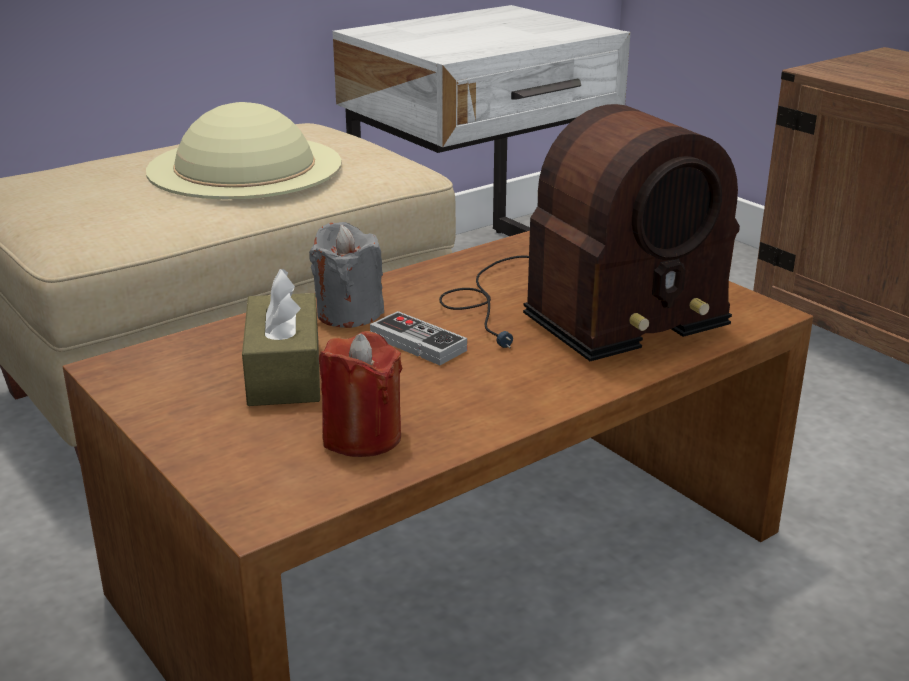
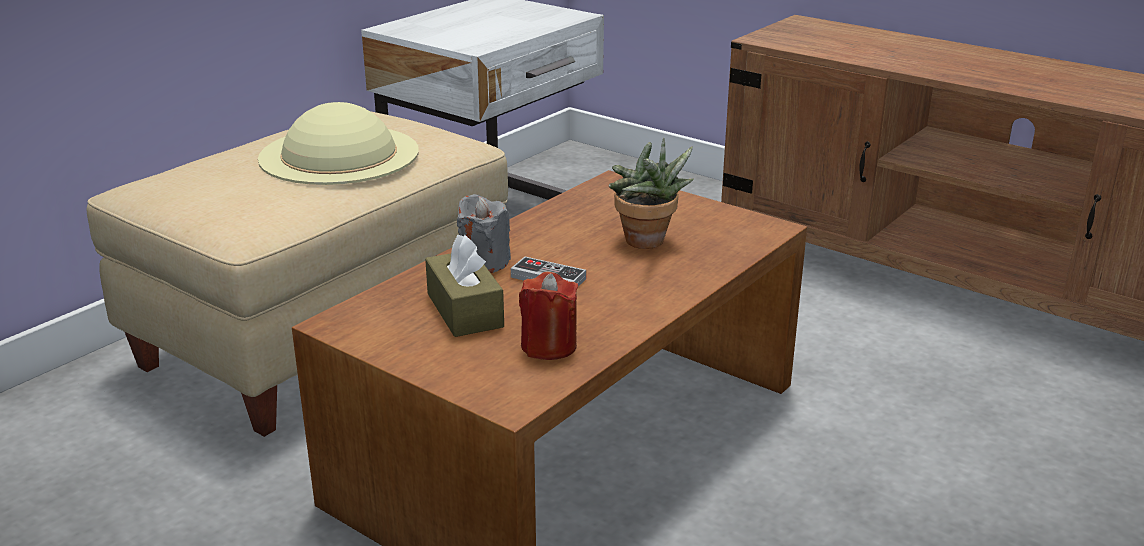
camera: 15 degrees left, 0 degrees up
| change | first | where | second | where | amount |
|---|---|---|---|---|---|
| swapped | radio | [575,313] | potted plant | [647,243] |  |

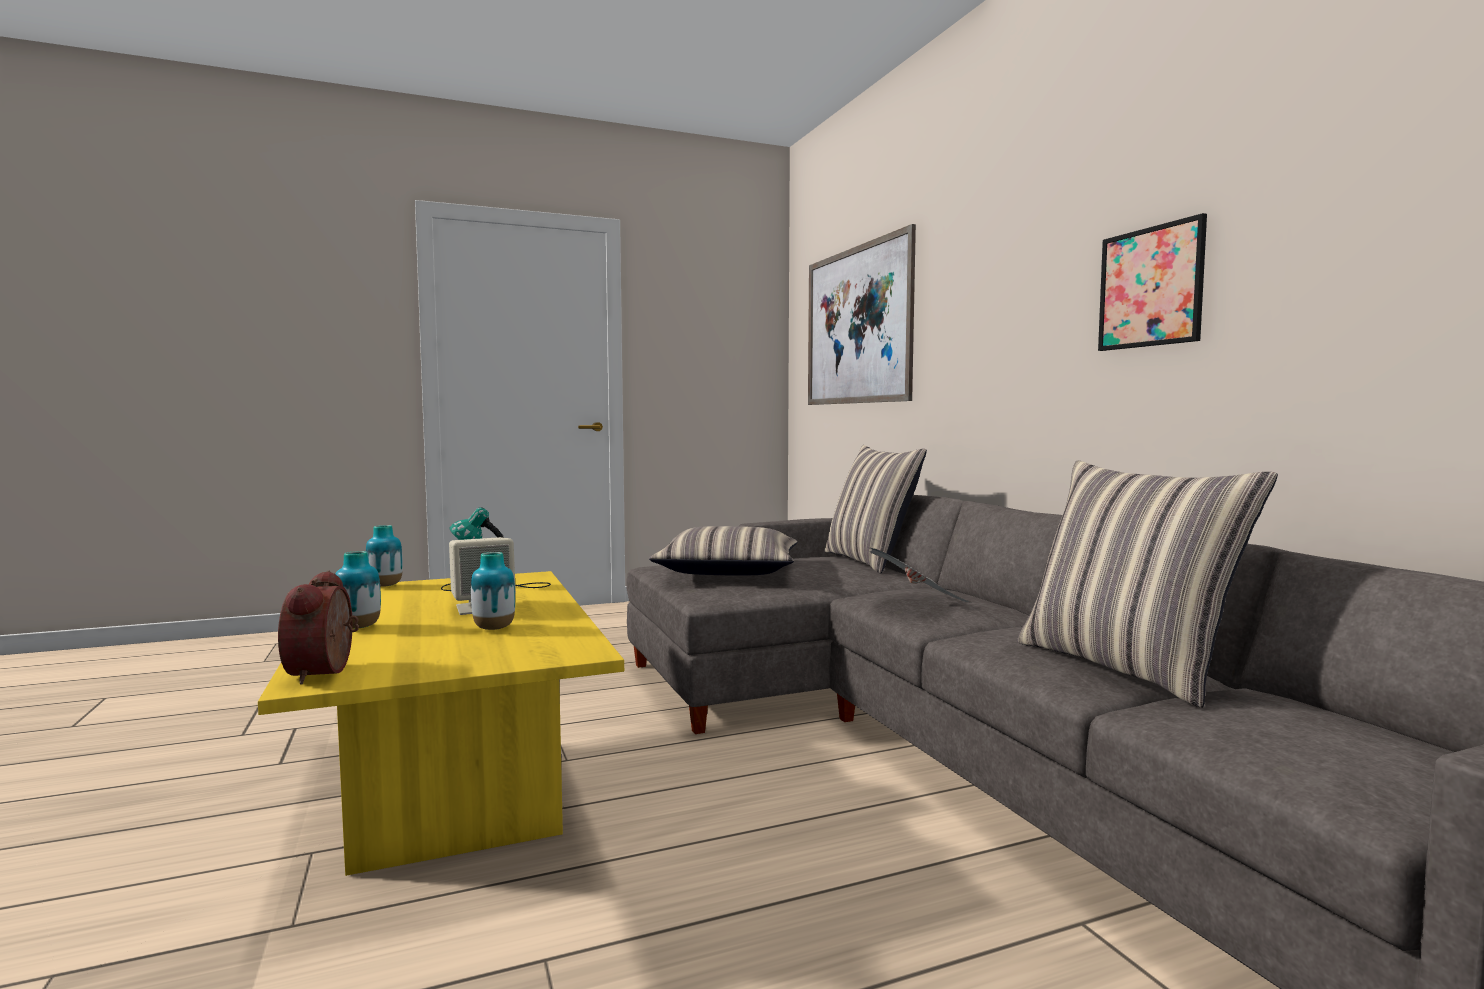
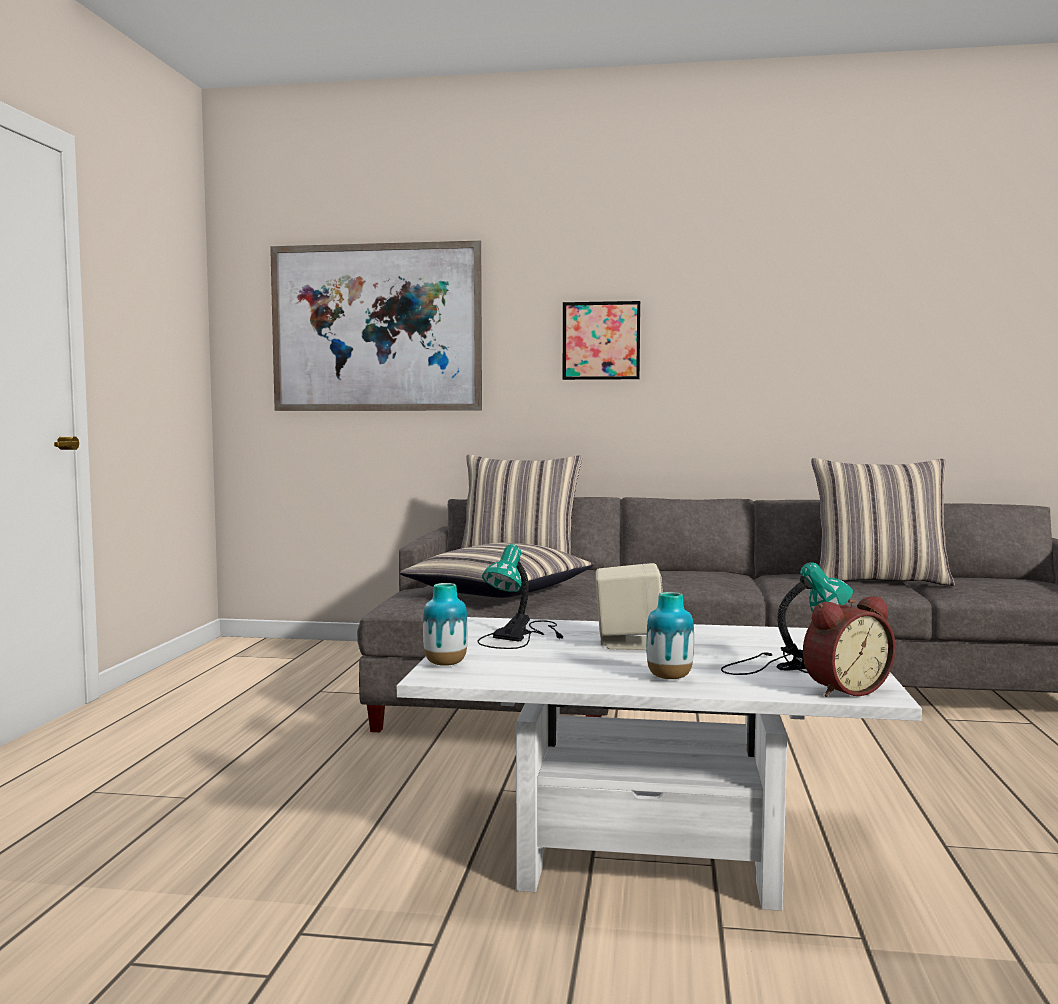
camera: 60 degrees left, 0 degrees up
| change | first | where | second | where | amount |
|---|---|---|---|---|---|
| gone | vase | [494,628] |  |  |  |
| gone | newspaper | [918,602] |  |  |  |
| new |  |  | table lamp | [793,666] |  |
| shifted | picture | [1150,287] |  | [601,340] |  |
| repainted | yellow coffee table | [455,798] | white coffee table | [648,851] |  |
| rotated | alarm clock | [326,672] |  | [843,689] | 45 degrees counterclockwise |

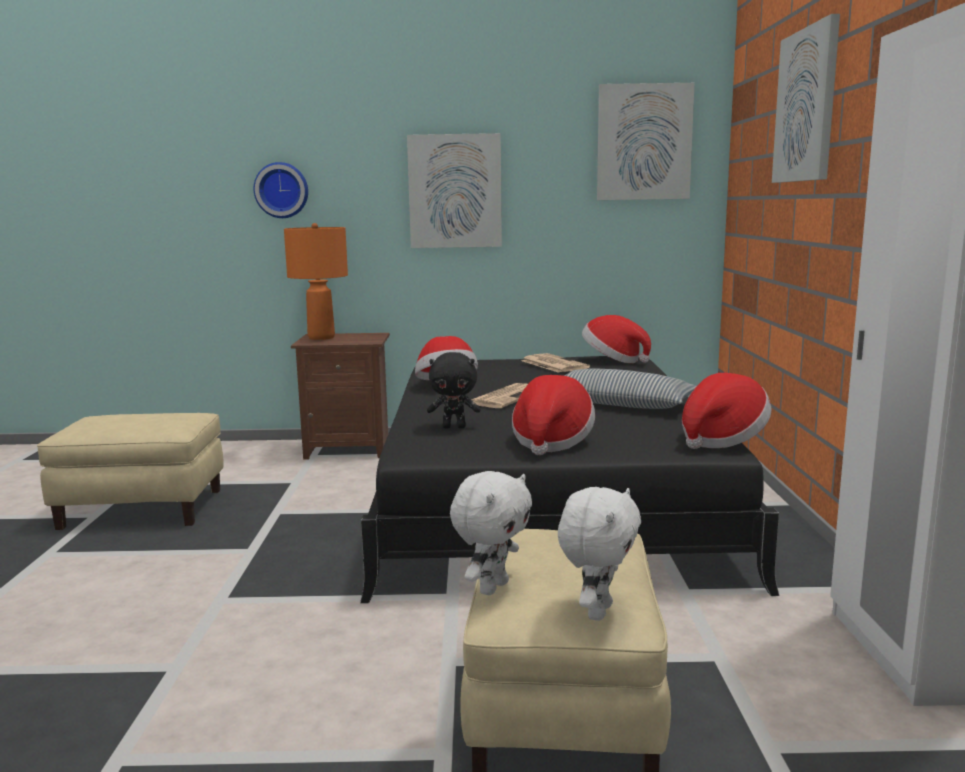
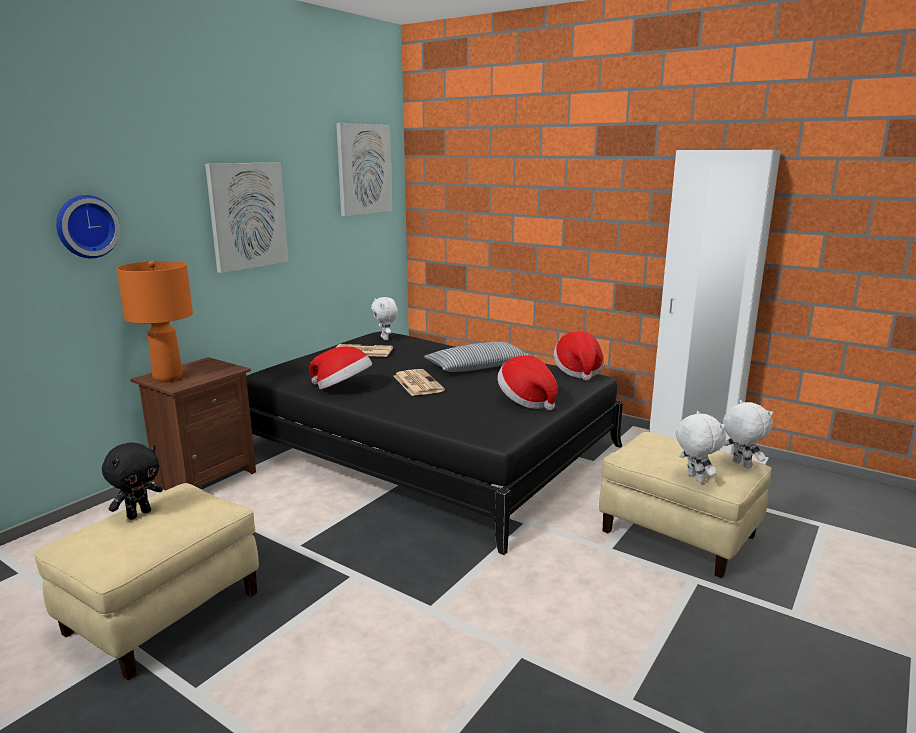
camera: 55 degrees left, 5 degrees up
| change | first | where | second | where | amount |
|---|---|---|---|---|---|
| gone | picture | [807,106] |  |  |  |
| shifted | black plush toy | [454,427] |  | [139,514] |  |
| swapped | hat | [613,360] | white plush toy | [385,338] |  |

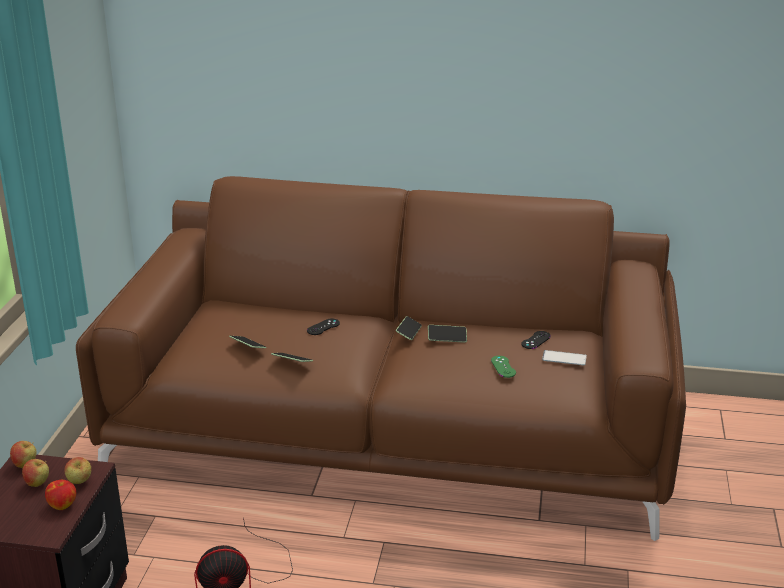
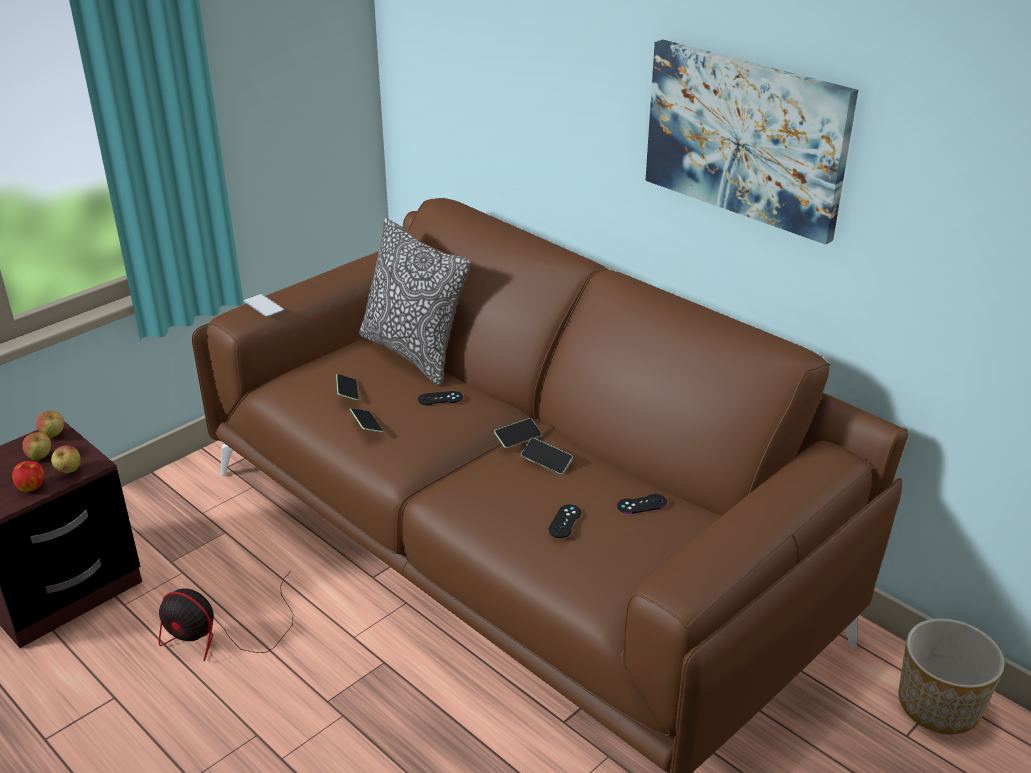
camera: 35 degrees right, 5 degrees up
| change | first | where | second | where | amount |
|---|---|---|---|---|---|
| new |  |  | pillow | [413,353] |  |
| new |  |  | picture | [746,137] |  |
| new |  |  | planter | [939,705] |  |
| shifted | phone | [564,358] |  | [263,305] |  |
| repainted | green game controller | [503,367] | black game controller | [565,521] |  |

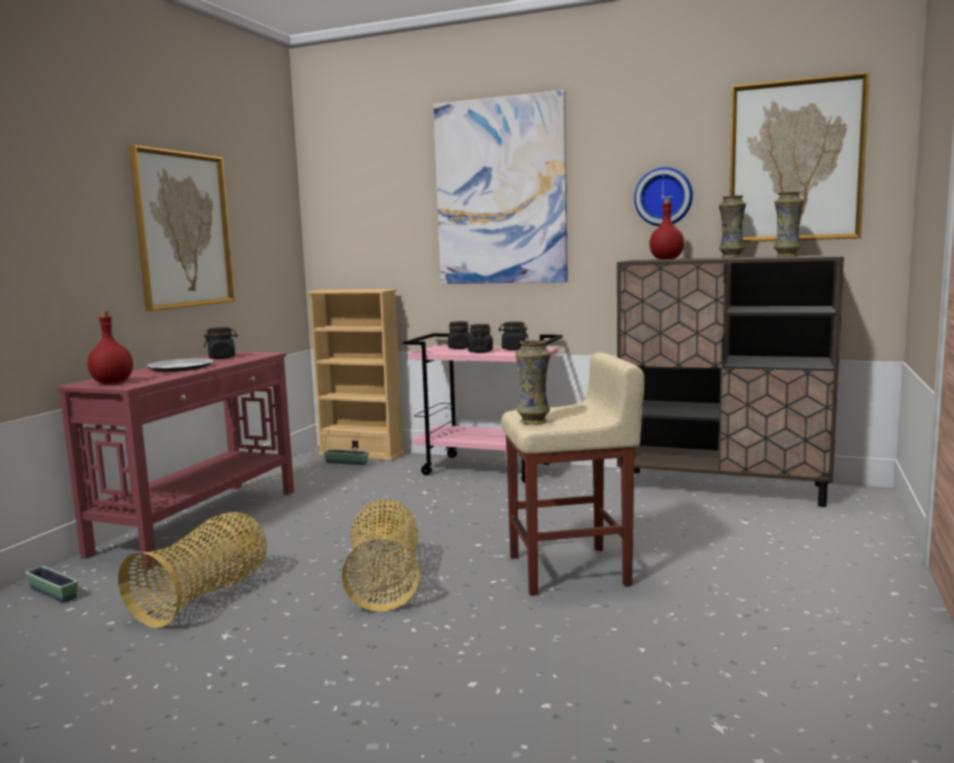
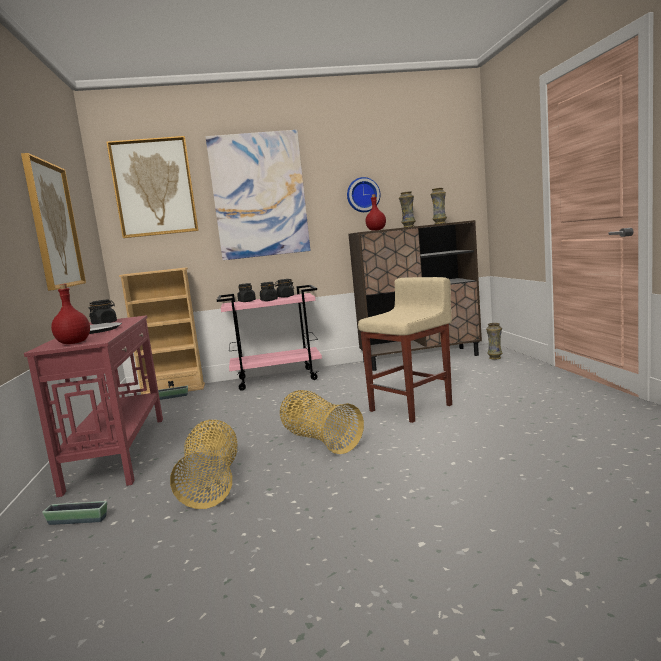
camera: 30 degrees left, 0 degrees up
| change | first | where | second | where | amount |
|---|---|---|---|---|---|
| shifted | vase | [534,421] |  | [495,358] |  |
| shifted | picture | [795,161] |  | [154,187] |  |

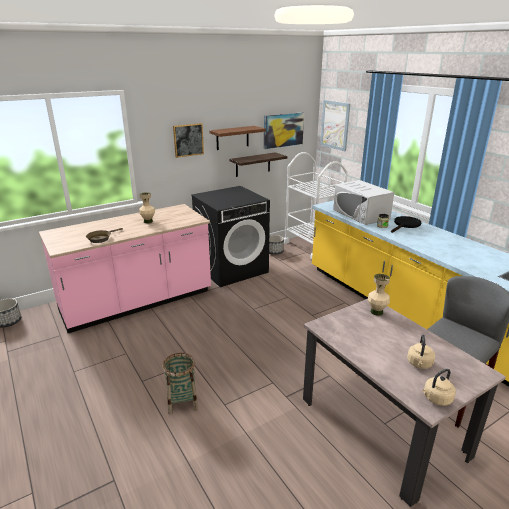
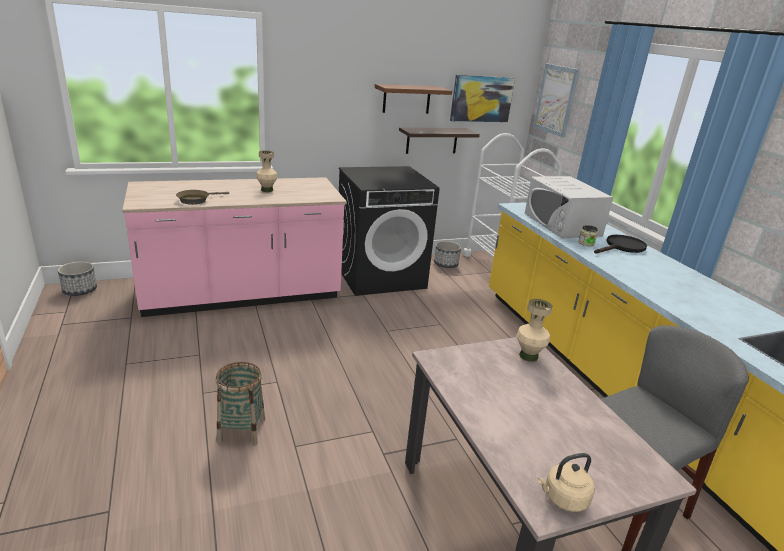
camera: 10 degrees right, 0 degrees up
| change | first | where | second | where | amount |
|---|---|---|---|---|---|
| gone | picture | [188,140] |  |  |  |
| gone | beige kettle | [419,364] |  |  |  |

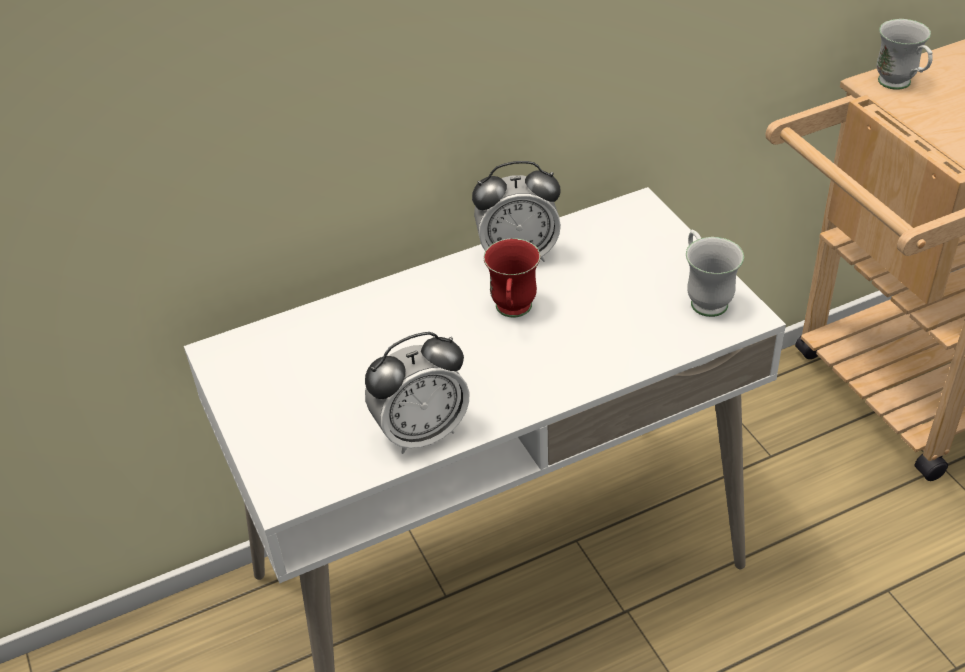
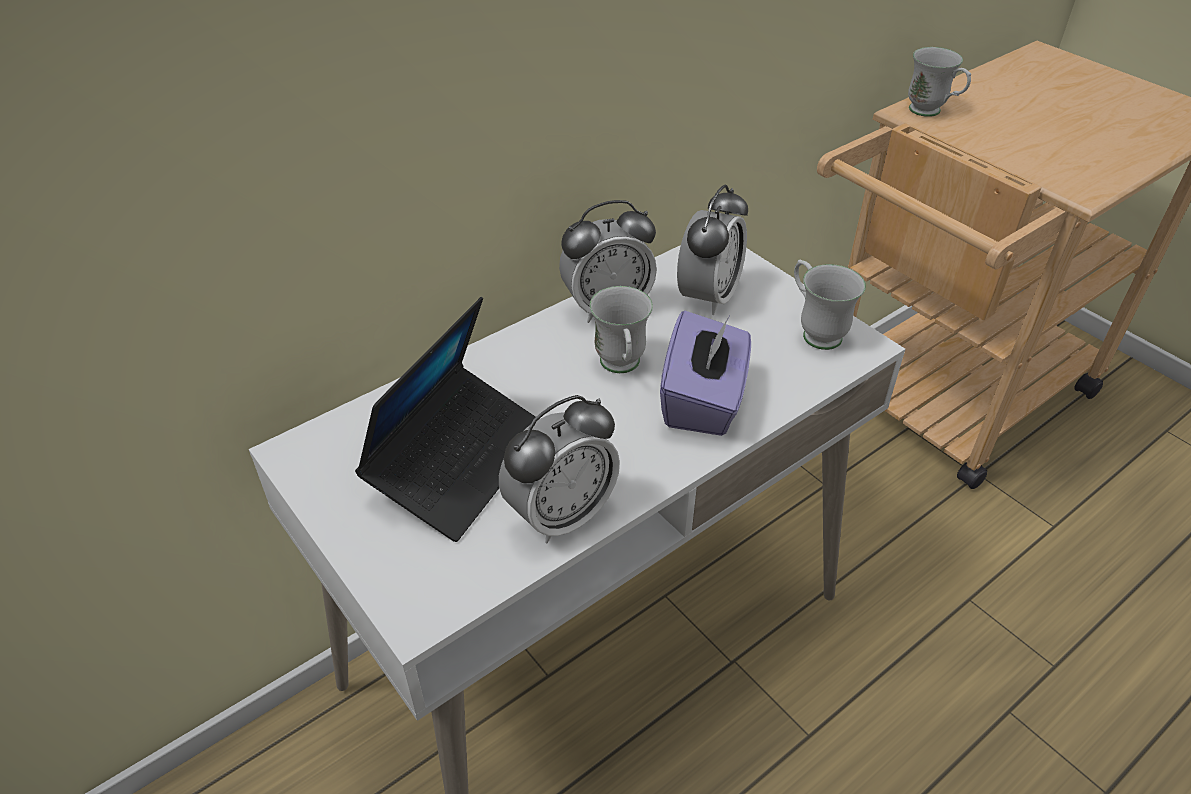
camera: 15 degrees left, 0 degrees up
| change | first | where | second | where | amount |
|---|---|---|---|---|---|
| new |  |  | laptop | [458,462] |  |
| new |  |  | purple tissue box | [703,400] |  |
| new |  |  | alarm clock | [708,297] |  |
| repainted | red mug | [513,312] | white mug | [621,368] |  |

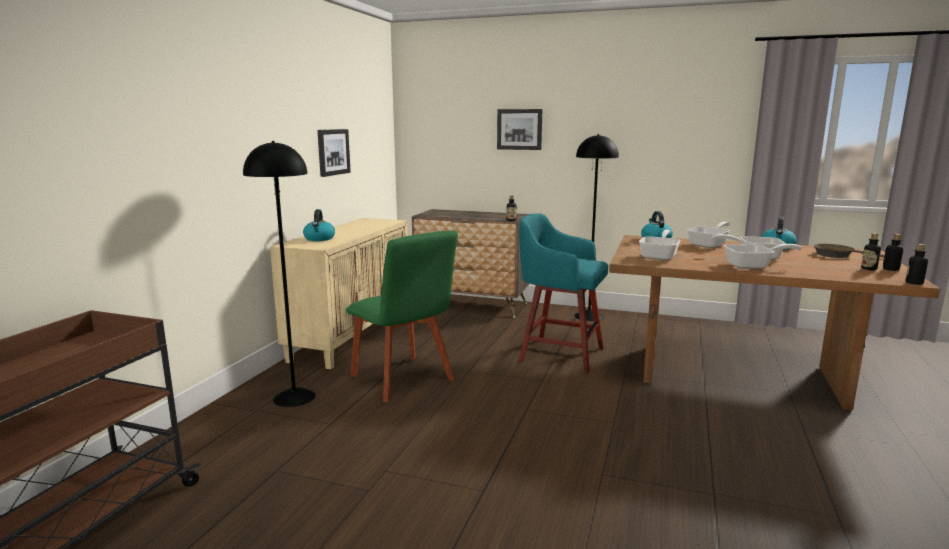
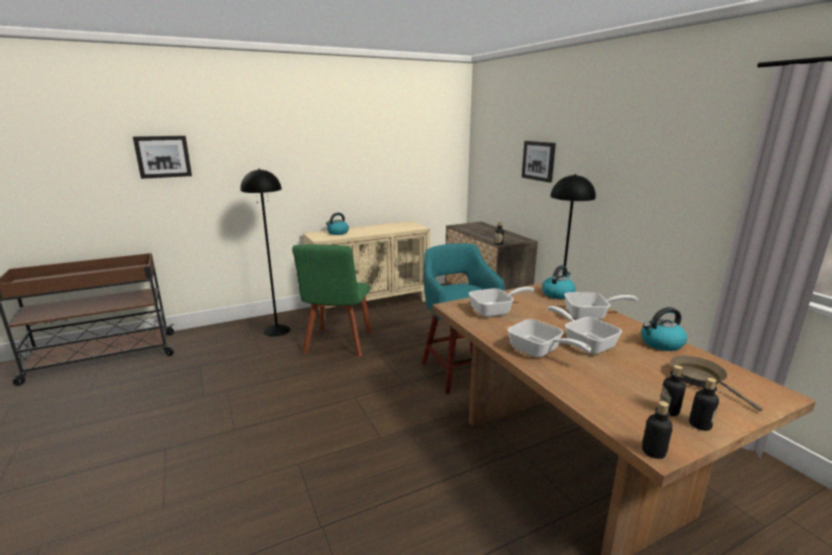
camera: 45 degrees right, 5 degrees up
| change | first | where | second | where | amount |
|---|---|---|---|---|---|
| shifted | picture | [333,152] |  | [163,156] |  |

